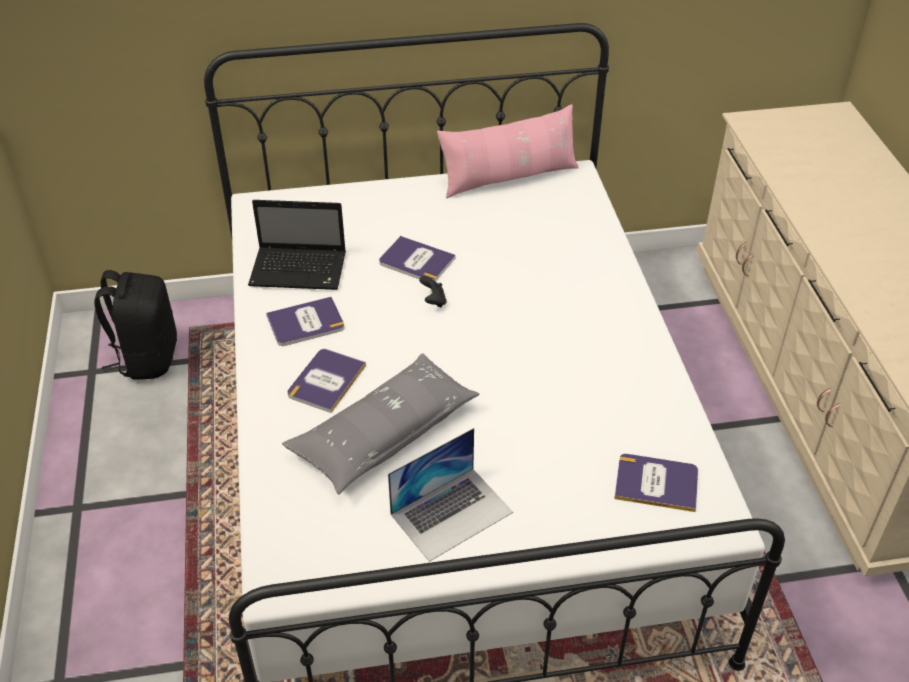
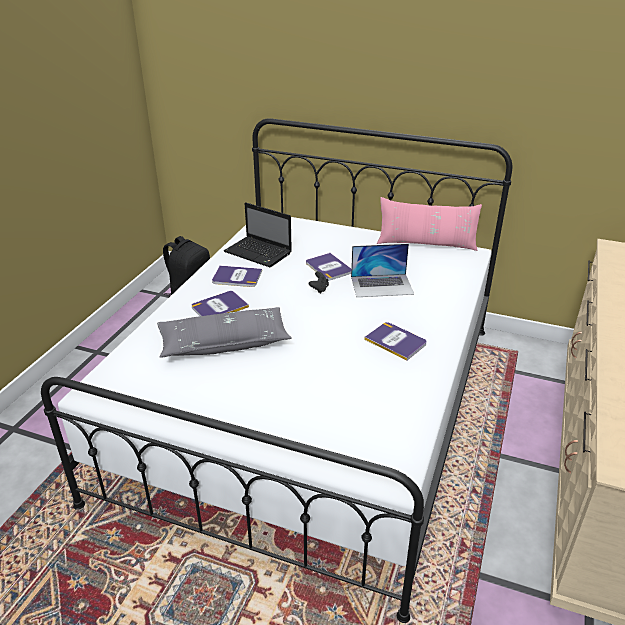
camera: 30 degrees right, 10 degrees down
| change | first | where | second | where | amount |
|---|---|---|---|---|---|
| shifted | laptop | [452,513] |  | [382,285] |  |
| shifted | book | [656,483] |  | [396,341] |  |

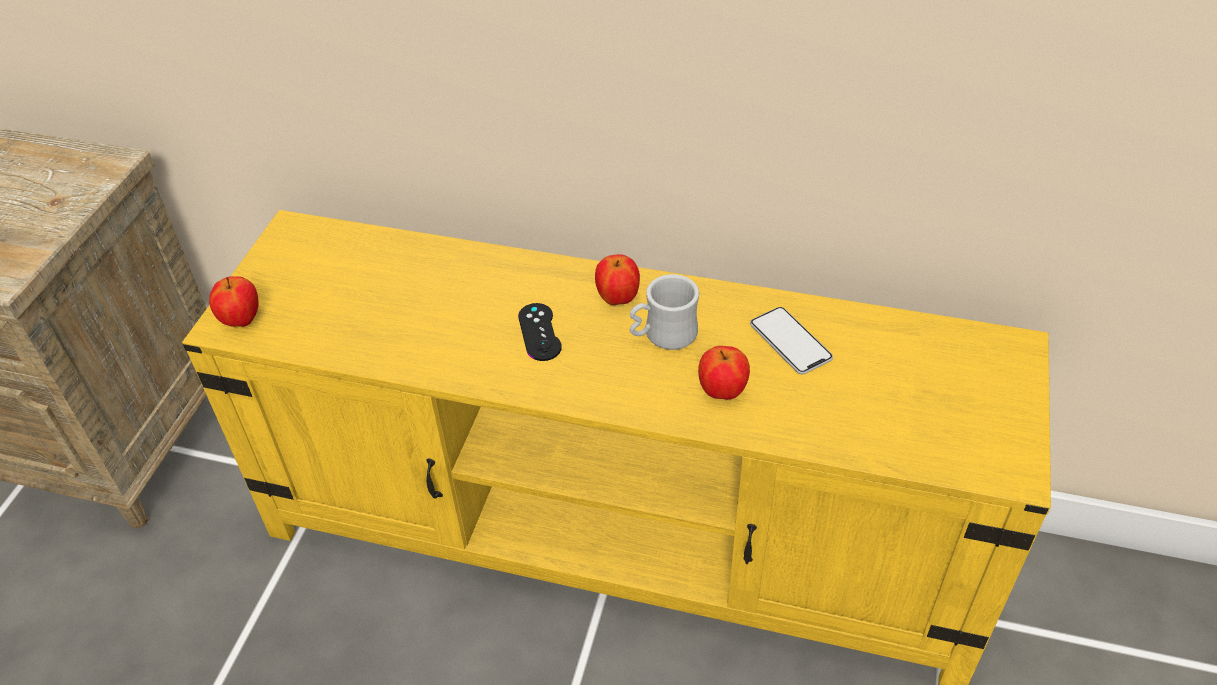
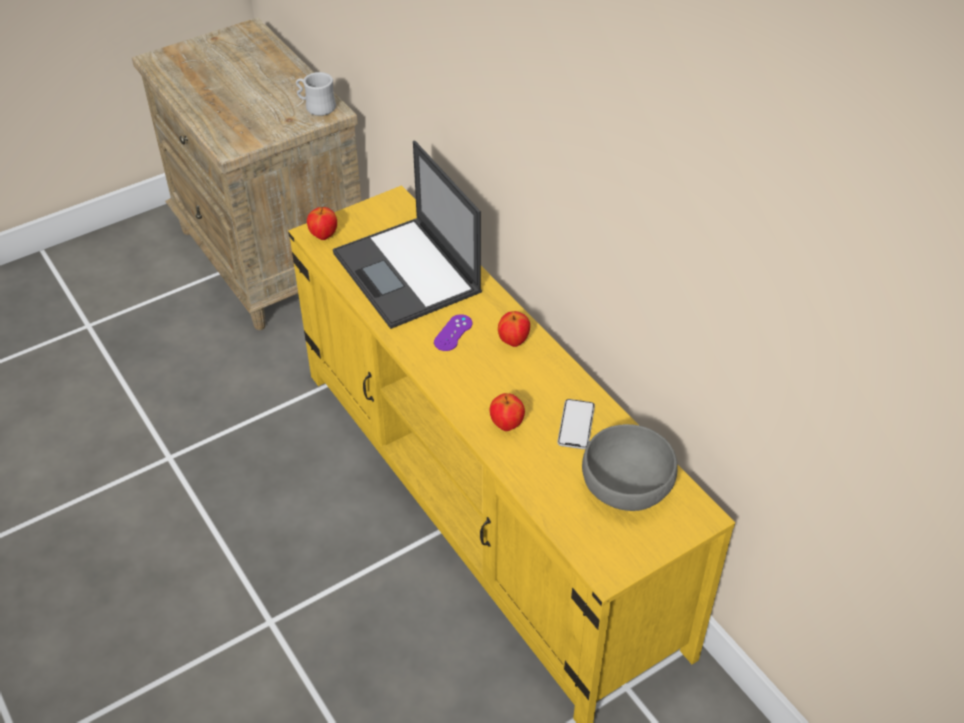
camera: 40 degrees right, 0 degrees up
| change | first | where | second | where | amount |
|---|---|---|---|---|---|
| new |  |  | laptop | [408,273] |  |
| new |  |  | grey bowl | [626,484] |  |
| shifted | white mug | [663,335] |  | [316,107] |  |
| repainted | black game controller | [539,332] | purple game controller | [453,333] |  |

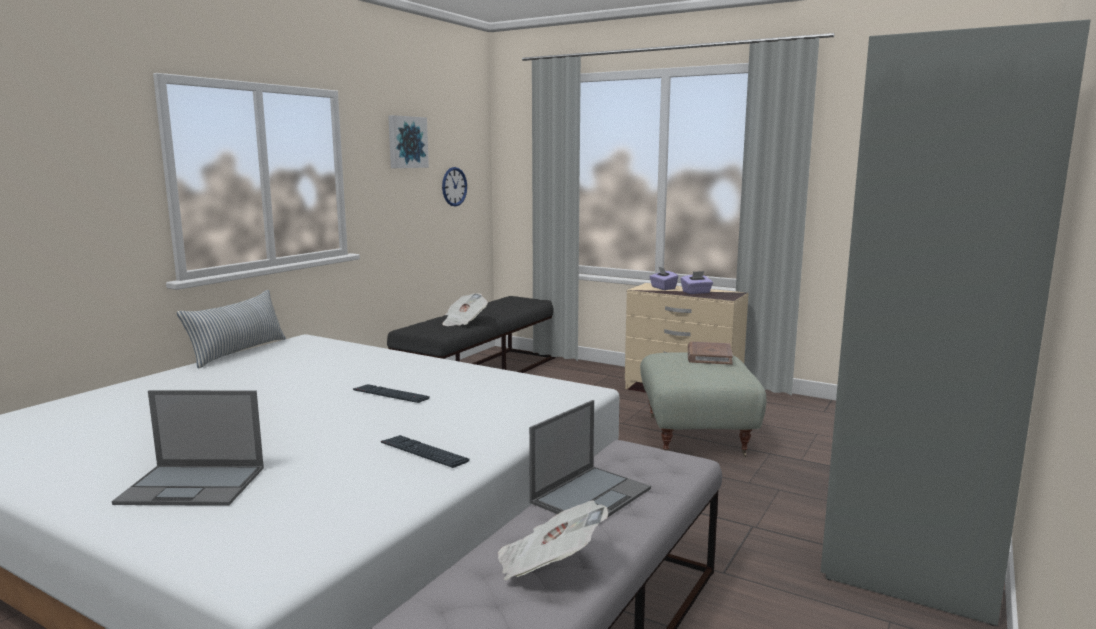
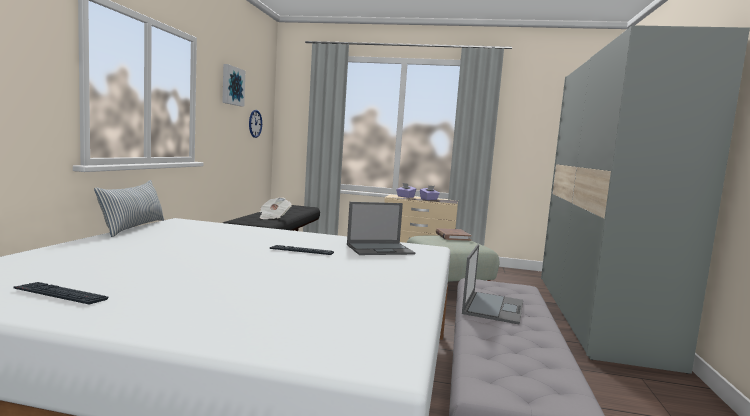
camera: 20 degrees left, 5 degrees down
| change | first | where | second | where | amount |
|---|---|---|---|---|---|
| gone | newspaper | [548,566] |  |  |  |
| shifted | laptop | [194,485] |  | [380,249] |  |
| shifted | keyboard | [424,453] |  | [60,295] |  |

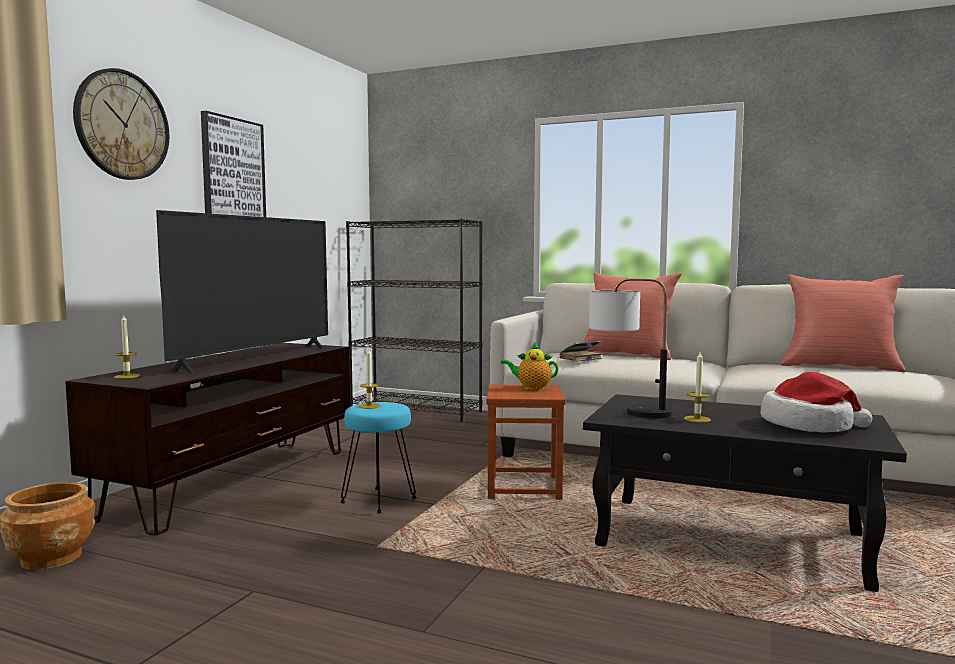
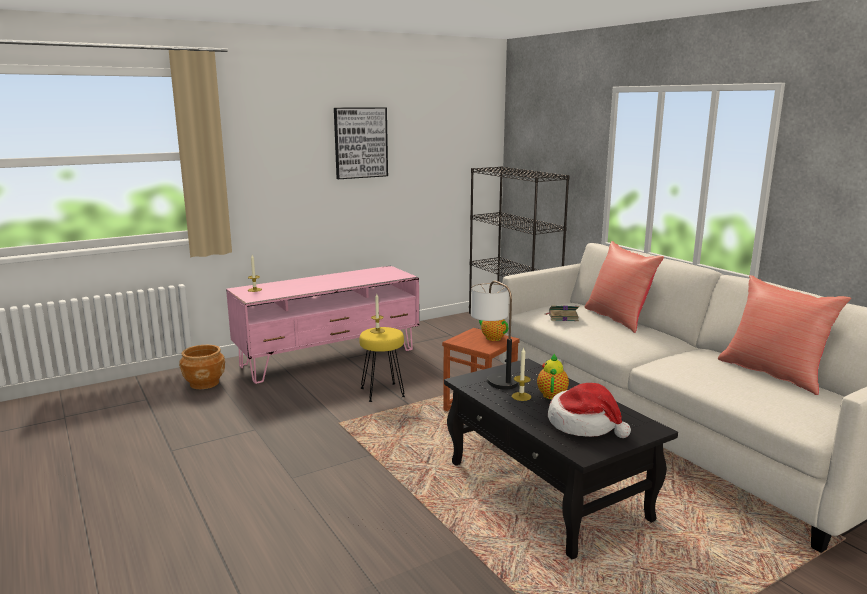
camera: 35 degrees right, 10 degrees up
| change | first | where | second | where | amount |
|---|---|---|---|---|---|
| gone | wall clock | [122,125] |  |  |  |
| gone | television | [255,358] |  |  |  |
| new |  |  | teapot | [552,394] |  |
| repainted | brown tv stand | [235,481] | pink tv stand | [329,357] |  |
| repainted | turquoise stool | [379,500] | yellow stool | [383,392] |  |

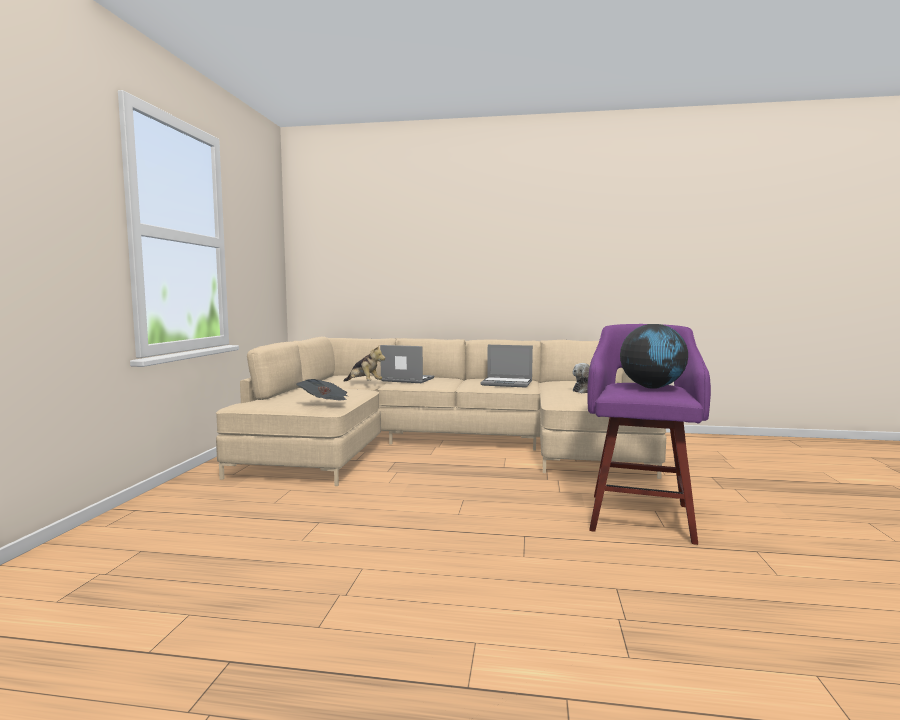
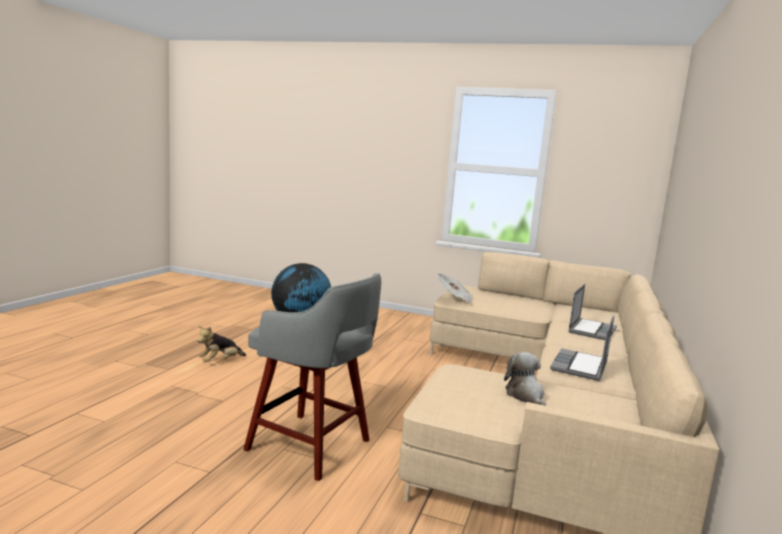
camera: 100 degrees right, 5 degrees up
| change | first | where | second | where | amount |
|---|---|---|---|---|---|
| shifted | plush toy | [364,383] |  | [220,361] |  |
| repainted | purple stool | [640,515] | grey stool | [311,446] |  |

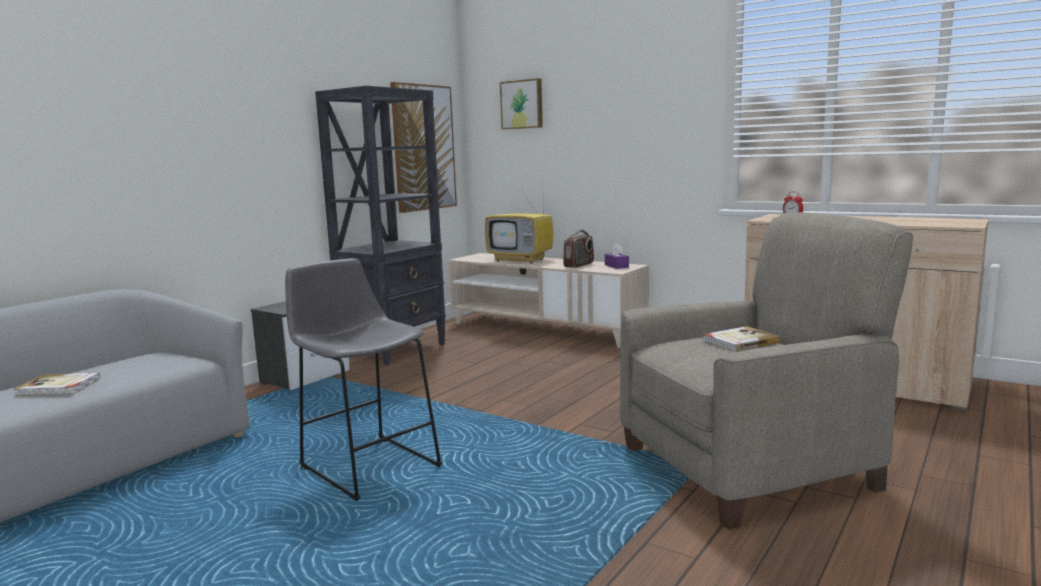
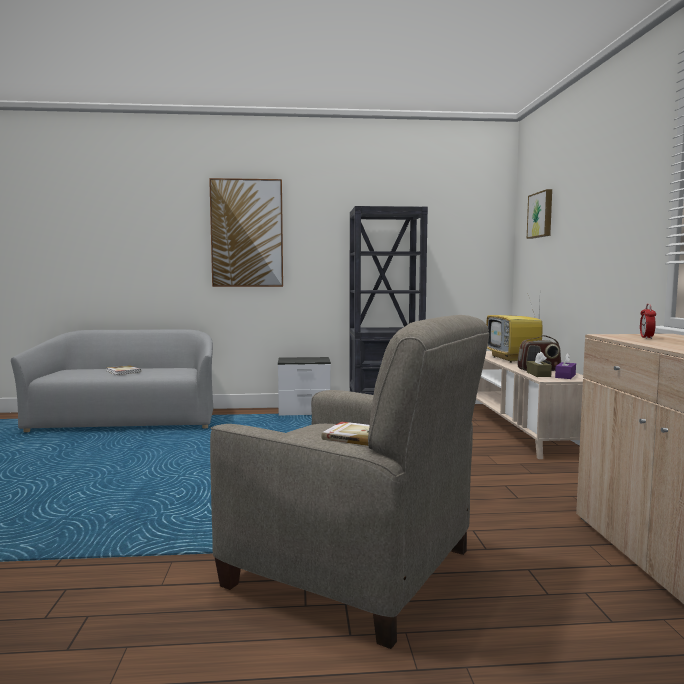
camera: 50 degrees right, 5 degrees down
| change | first | where | second | where | amount |
|---|---|---|---|---|---|
| gone | grey stool | [367,464] |  |  |  |
| new |  |  | brown tissue box | [538,374] |  |
| shifted | picture | [423,148] |  | [247,233] |  |

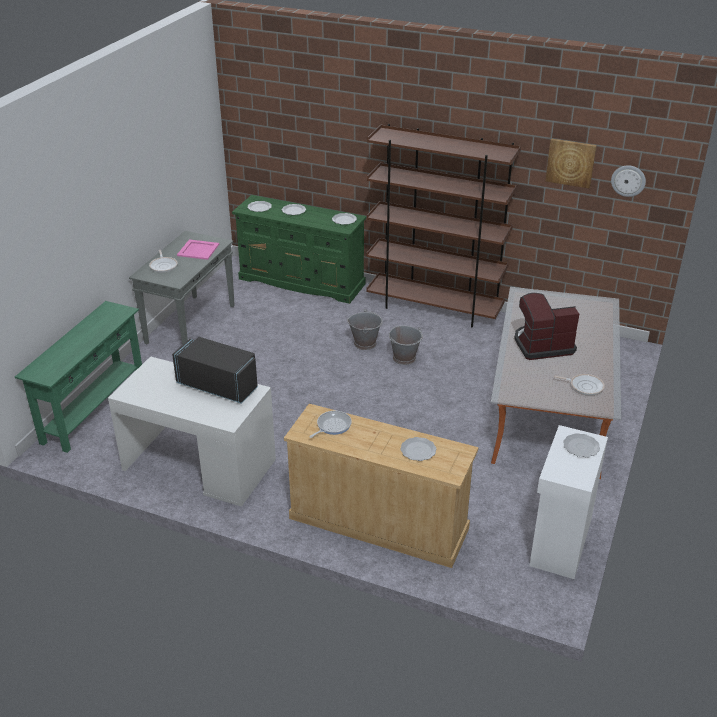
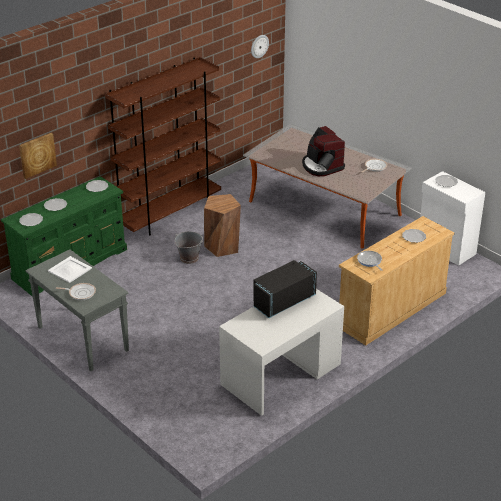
camera: 65 degrees left, 0 degrees up
| change | first | where | second | where | amount |
|---|---|---|---|---|---|
| gone | green console table | [93,408] |  |  |  |
| shifted | picture | [570,162] |  | [37,155] |  |
| swapped | grey bucket | [404,358] | brown stool | [222,246] |  |
| repainted | pink tray | [198,250] | white tray | [70,270] |  |
| rotated | coffee machine | [542,345] |  | [322,166] | 45 degrees counterclockwise |

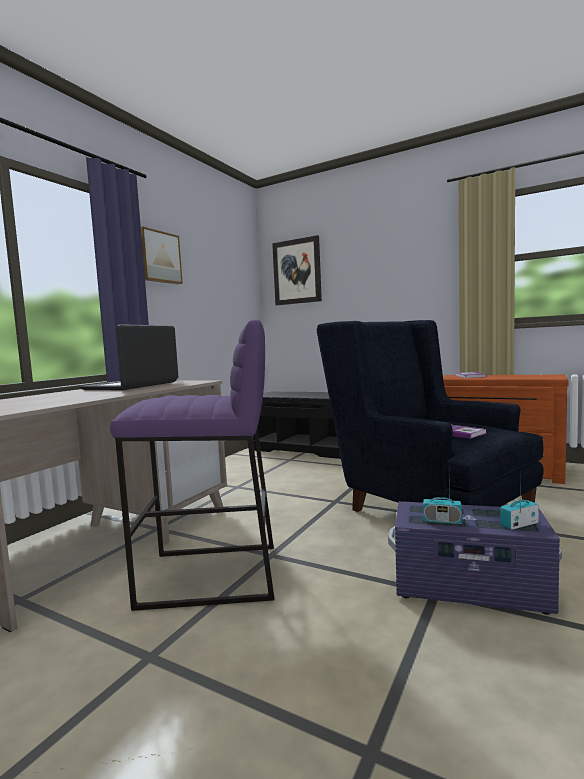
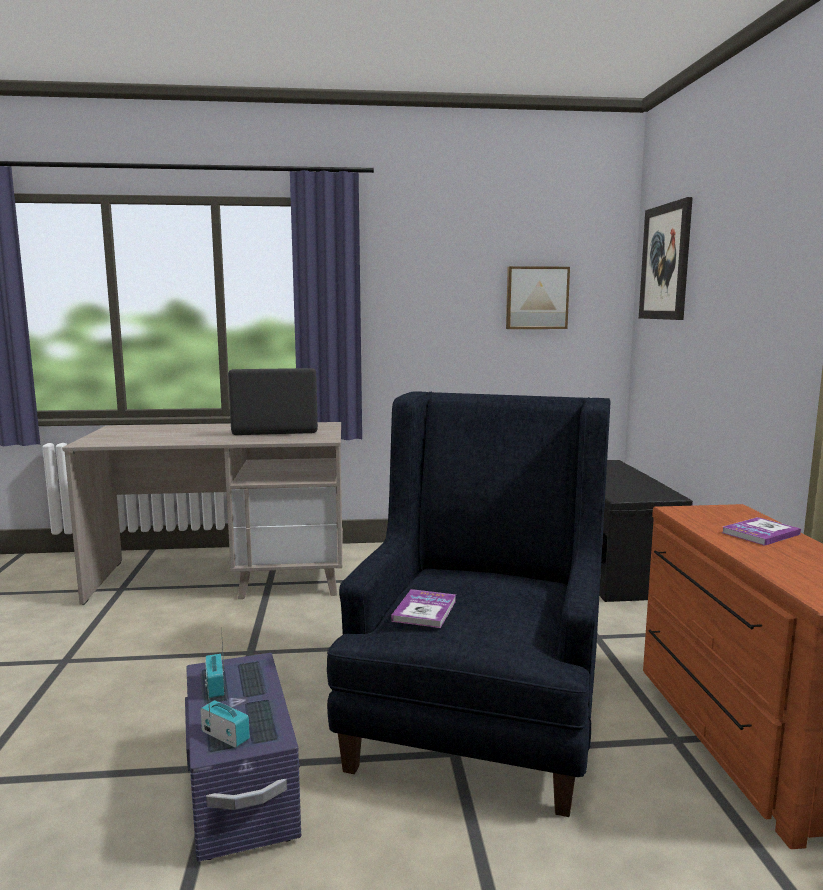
camera: 55 degrees right, 5 degrees up
| change | first | where | second | where | amount |
|---|---|---|---|---|---|
| gone | purple stool | [210,576] |  |  |  |
| shifted | picture | [159,257] |  | [536,298] |  |

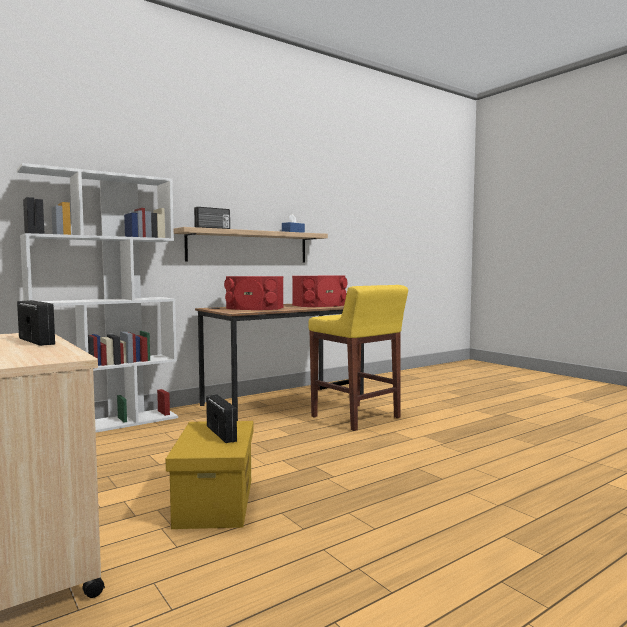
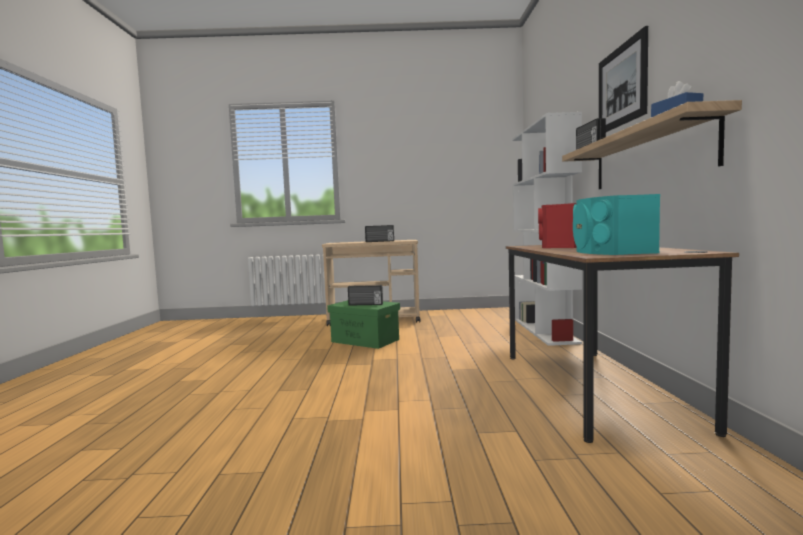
camera: 125 degrees right, 0 degrees up
| change | first | where | second | where | amount |
|---|---|---|---|---|---|
| gone | yellow stool | [356,418] |  |  |  |
| new |  |  | picture | [622,86] |  |
| repainted | yellow storage box | [214,501] | green storage box | [366,340] |  |
| repainted | red speaker | [321,305] | turquoise speaker | [609,251] |  |

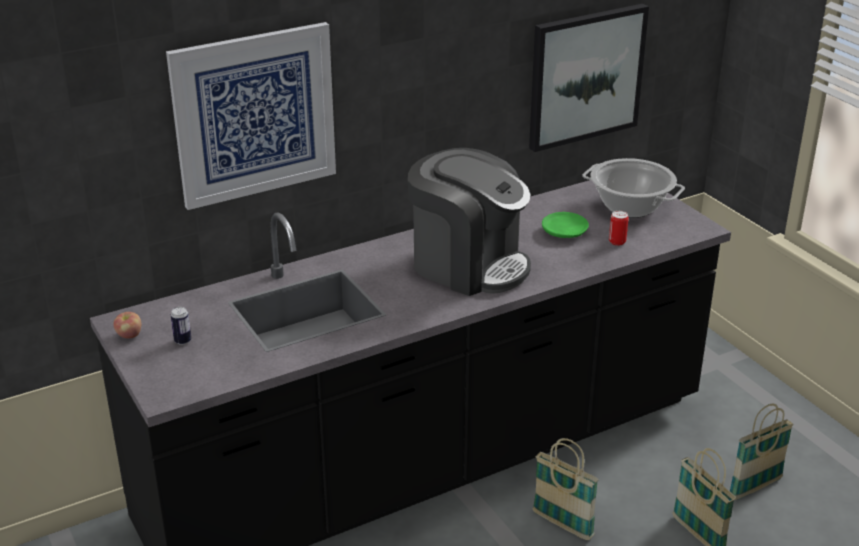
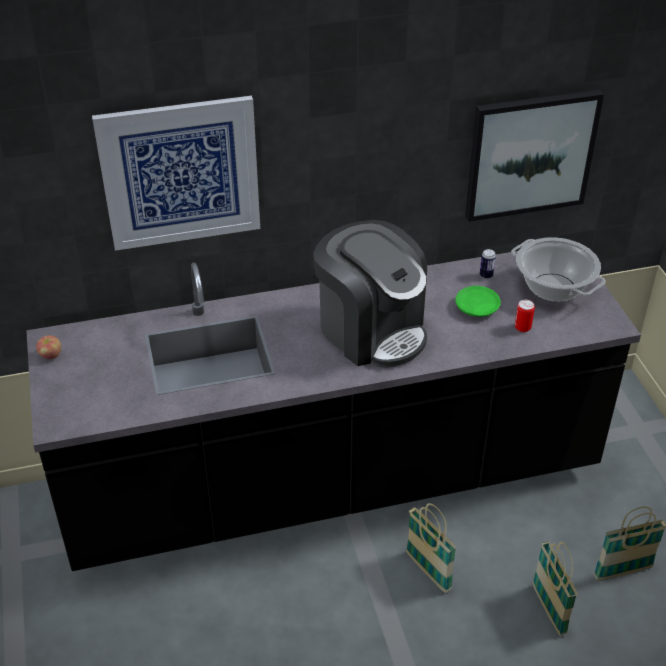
camera: 15 degrees right, 10 degrees up
| change | first | where | second | where | amount |
|---|---|---|---|---|---|
| shifted | can | [183,341] |  | [486,275] |  |

